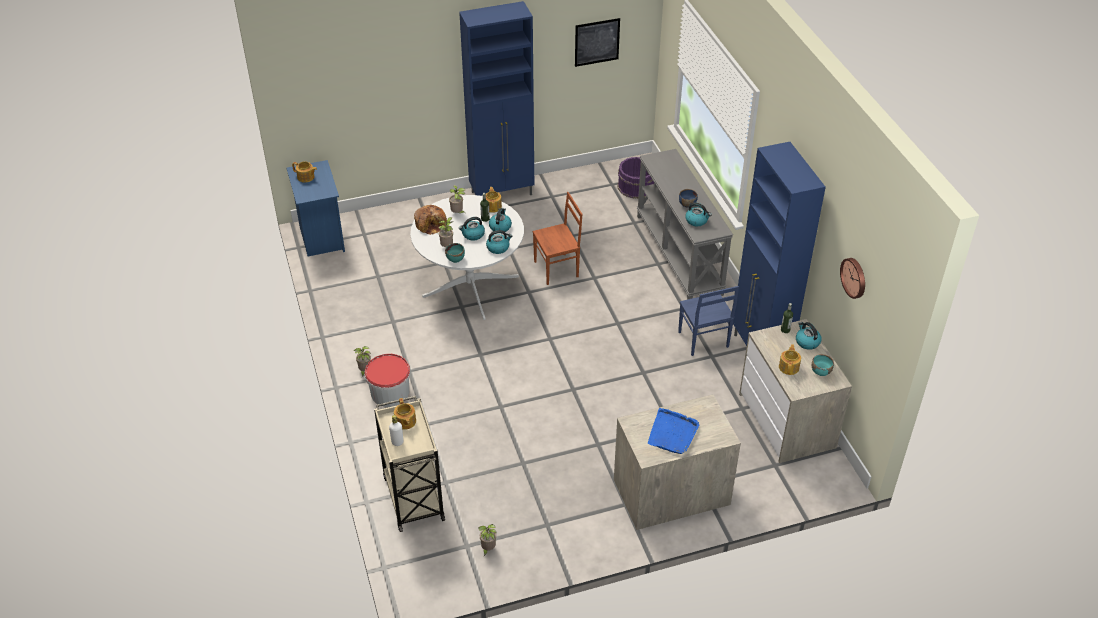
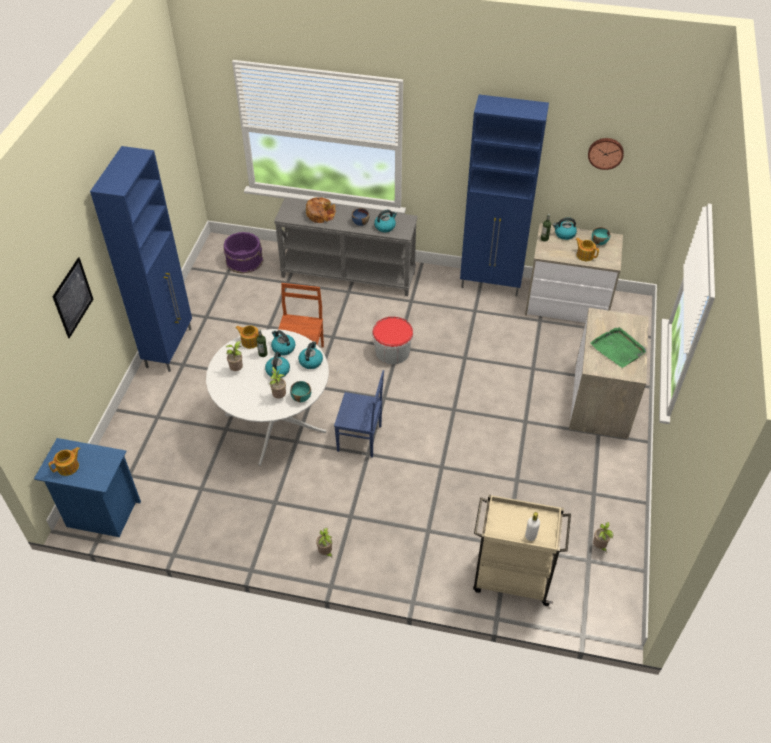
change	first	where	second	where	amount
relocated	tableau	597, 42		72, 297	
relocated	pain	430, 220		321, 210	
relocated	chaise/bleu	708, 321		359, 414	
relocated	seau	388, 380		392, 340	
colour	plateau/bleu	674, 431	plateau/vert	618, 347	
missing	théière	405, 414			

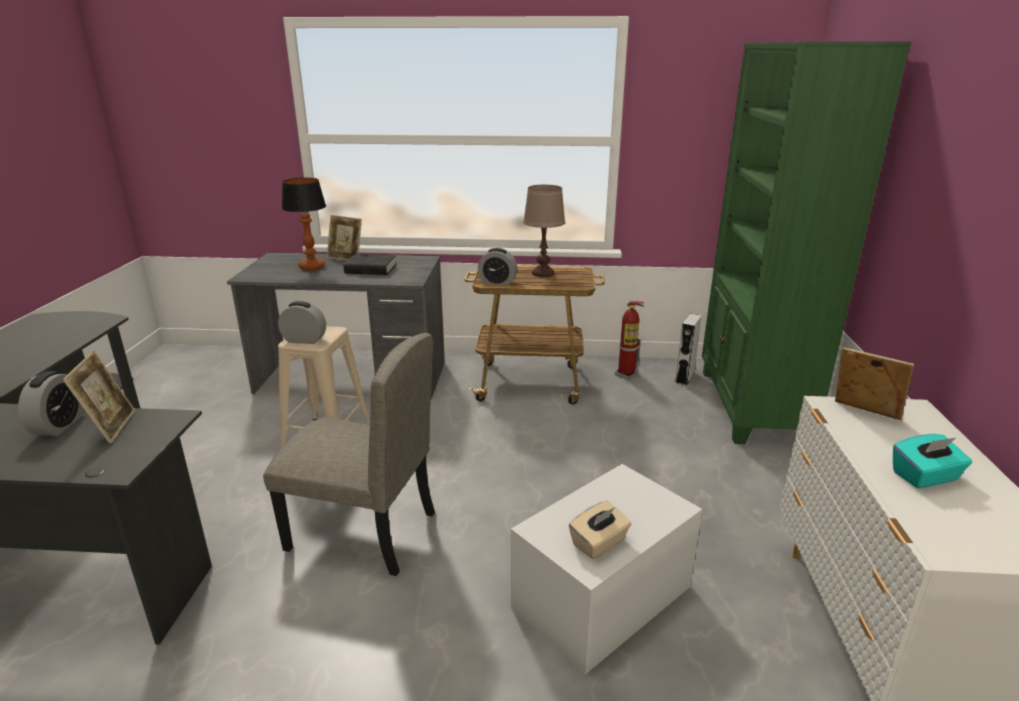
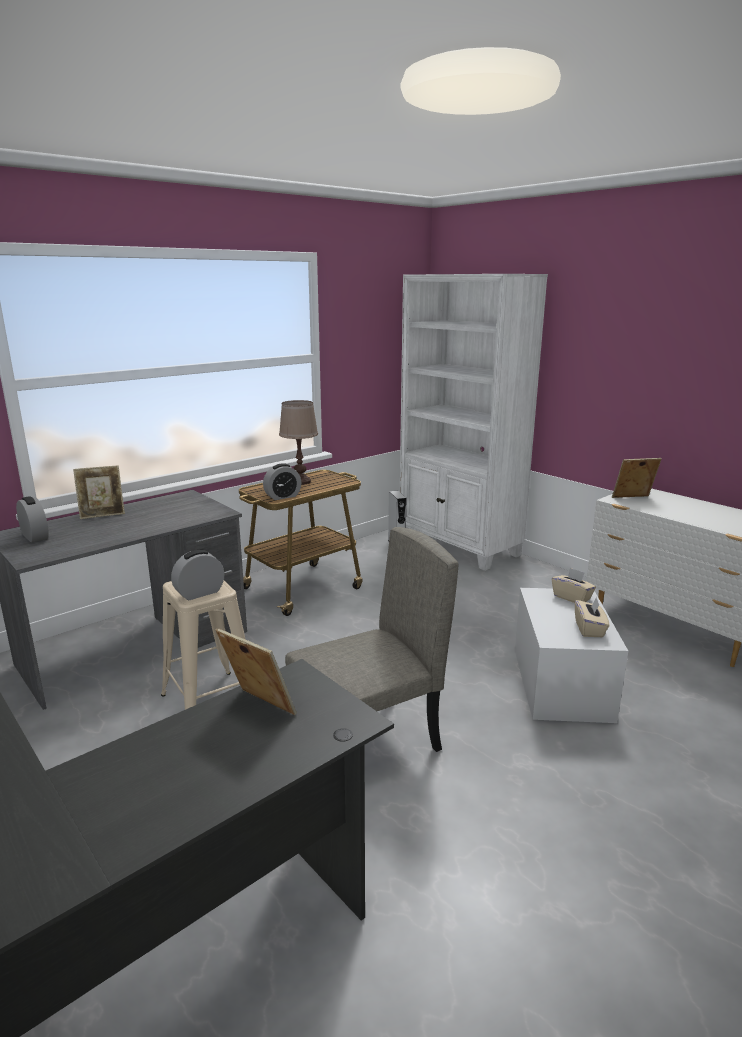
change	first	where	second	where	amount
relocated	réveil	51, 403		32, 519	
colour	bibliothèque/vert	806, 242	bibliothèque/blanc	474, 422	
appeared			boîte à mouchoirs/beige	574, 585	
missing	lampe de table	304, 224			
missing	livre/noir	369, 264			
missing	extincteur	629, 340			
missing	boîte à mouchoirs/turquoise	932, 461			

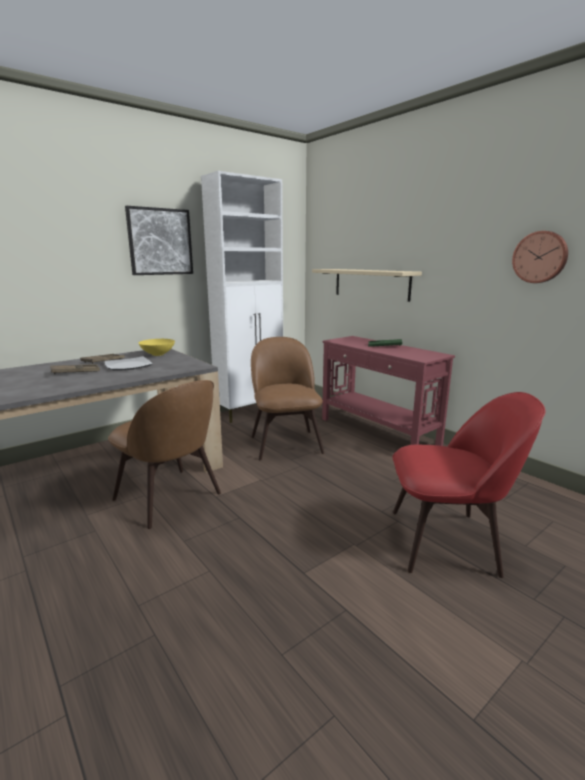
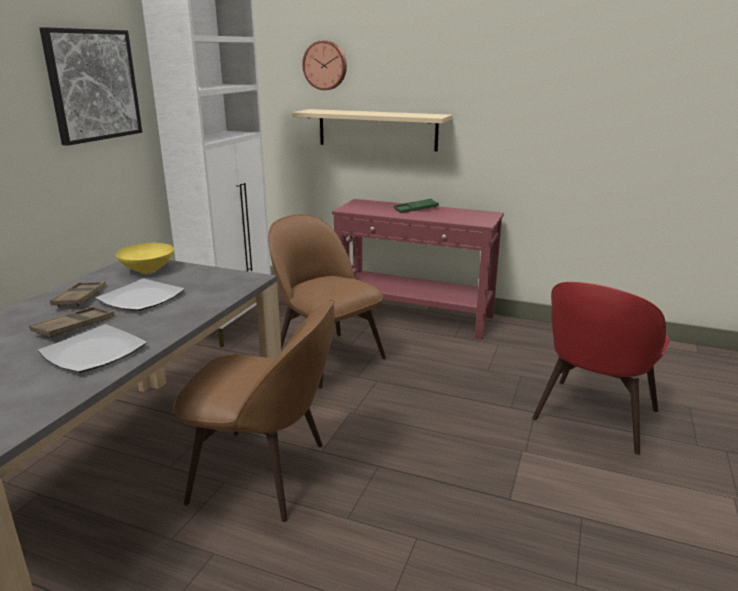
change	first	where	second	where	amount
appeared			assiette	92, 348	
relocated	horloge murale	540, 257		324, 65	
spun	chaise/rouge	469, 485		601, 368	150 degrees clockwise

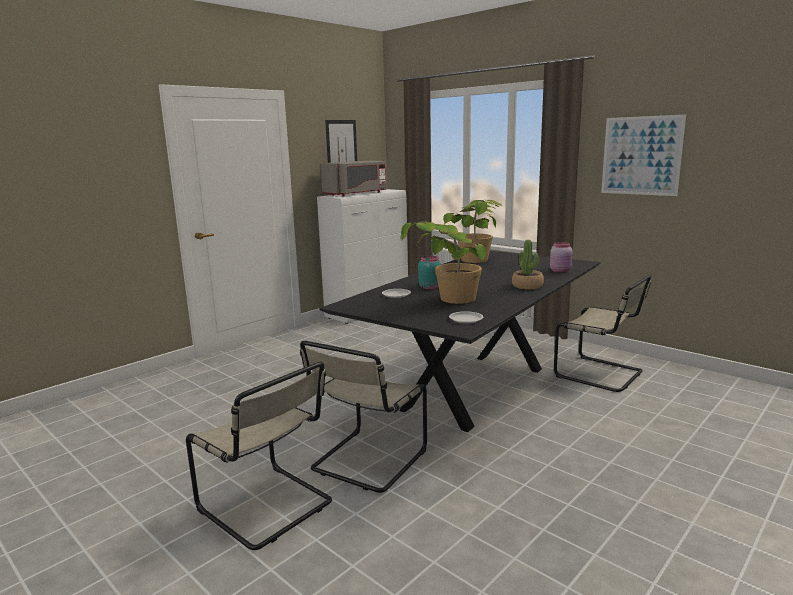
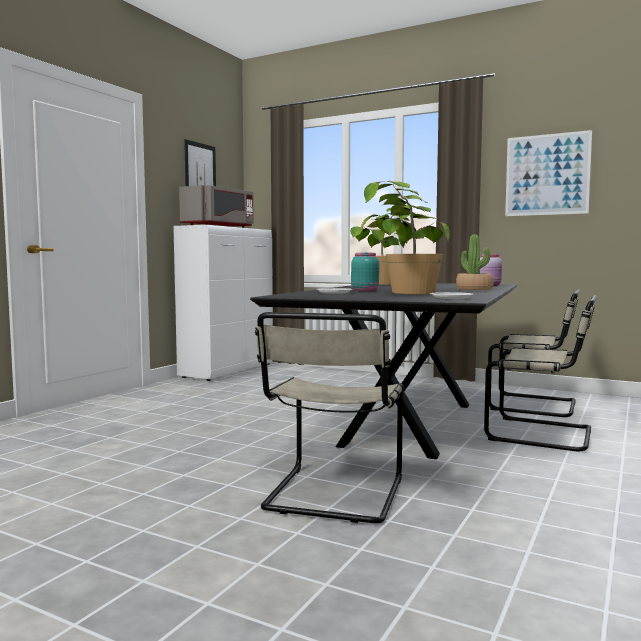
change	first	where	second	where	amount
relocated	chaise/beige	259, 456		540, 373	

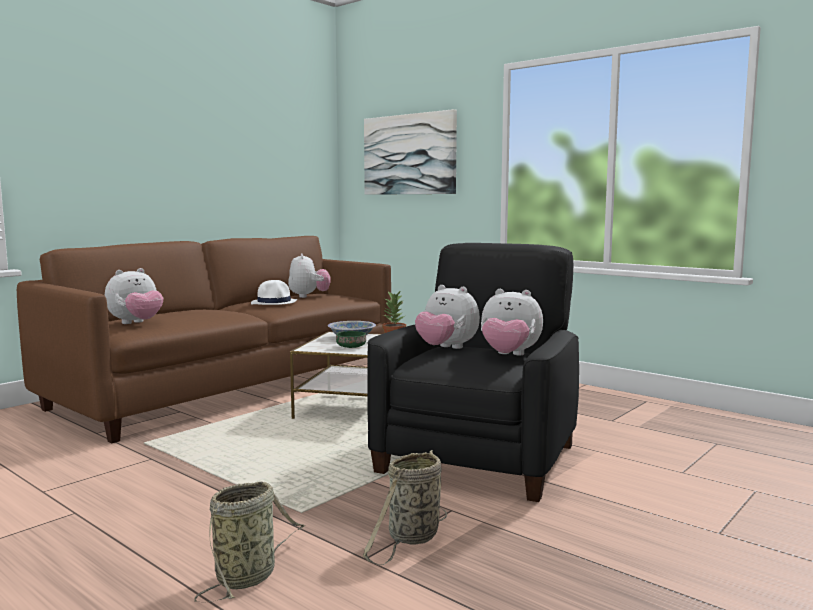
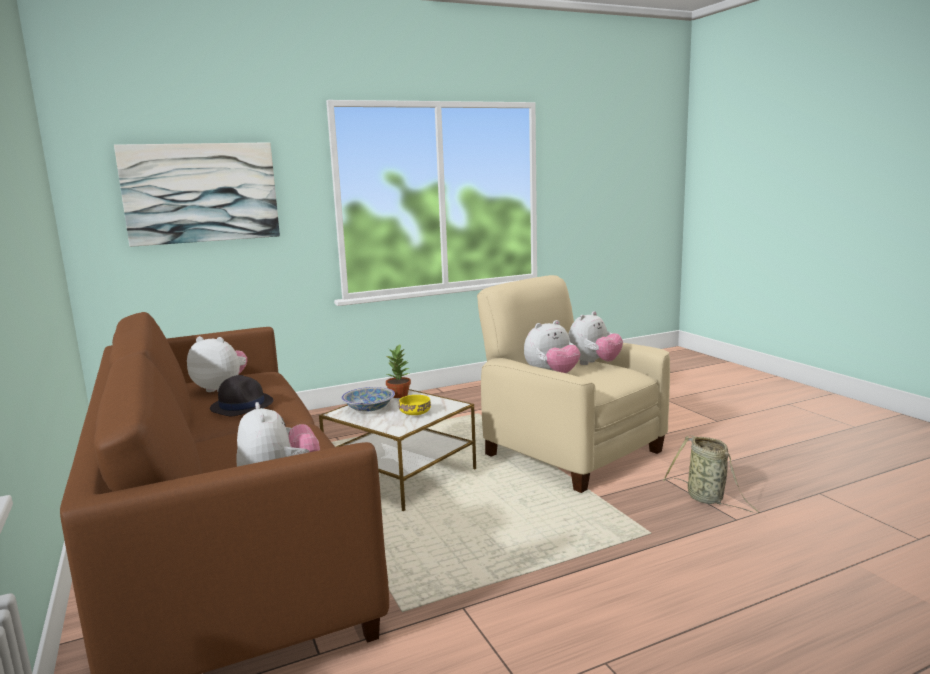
change	first	where	second	where	amount
colour	chapeau/blanc	274, 292	chapeau/noir	241, 395	
colour	bol/vert	351, 339	bol/jaune	415, 405	
colour	fauteuil/noir	473, 372	fauteuil/beige	573, 384	
missing	panier	249, 542			

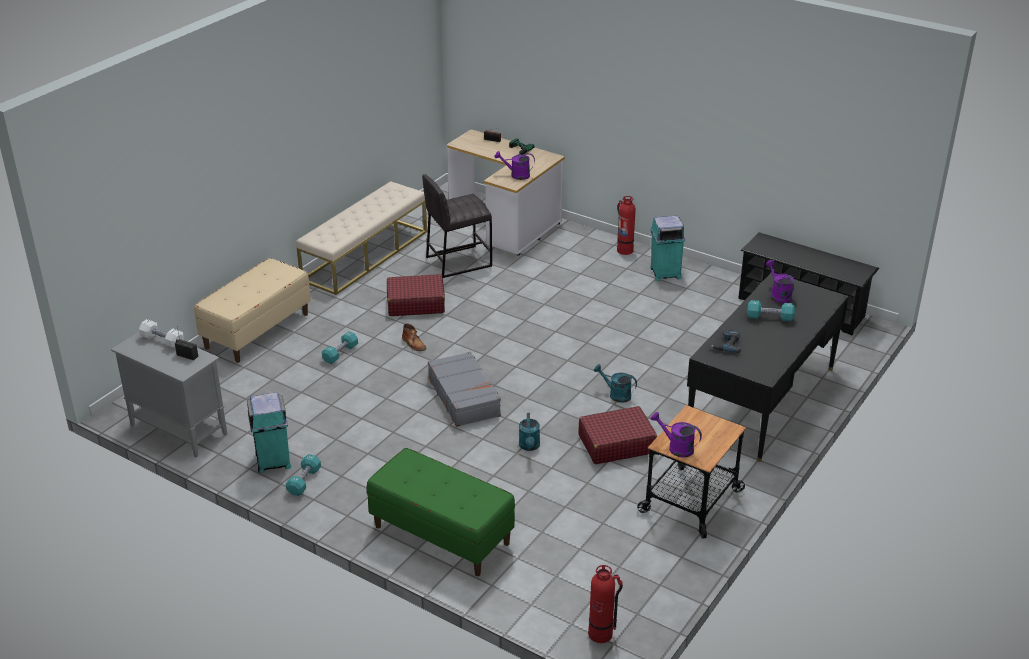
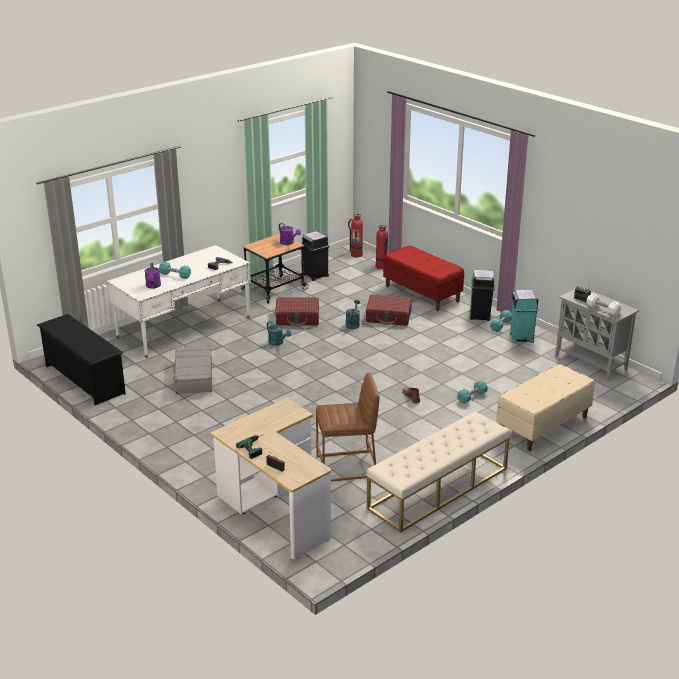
change	first	where	second	where	amount
colour	bureau/noir	768, 367	bureau/blanc	179, 301	
relocated	valise/gris	464, 389		192, 369	
appeared			poubelle/noir	316, 256	
colour	tabouret/gris	457, 226	tabouret/marron	348, 427	
relocated	valise/rouge	416, 295		389, 310	
relocated	extincteur	626, 225		382, 247	
colour	banc/vert	441, 512	banc/rouge	423, 278	
relocated	poubelle/turquoise	667, 248		482, 295	
missing	arrosoir/violet	515, 165			

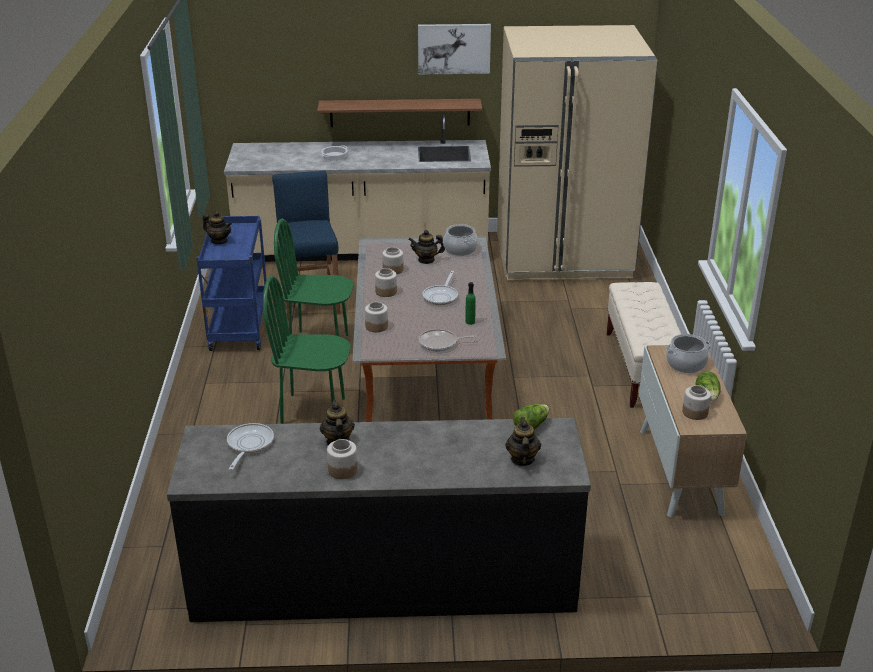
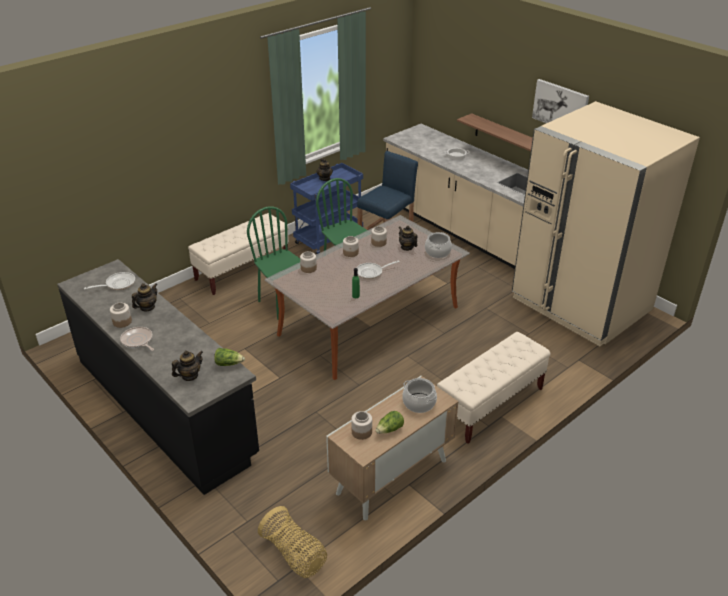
change	first	where	second	where	amount
relocated	poêle	447, 340		137, 339	
appeared			banc/beige	238, 254	
appeared			panier	292, 542	

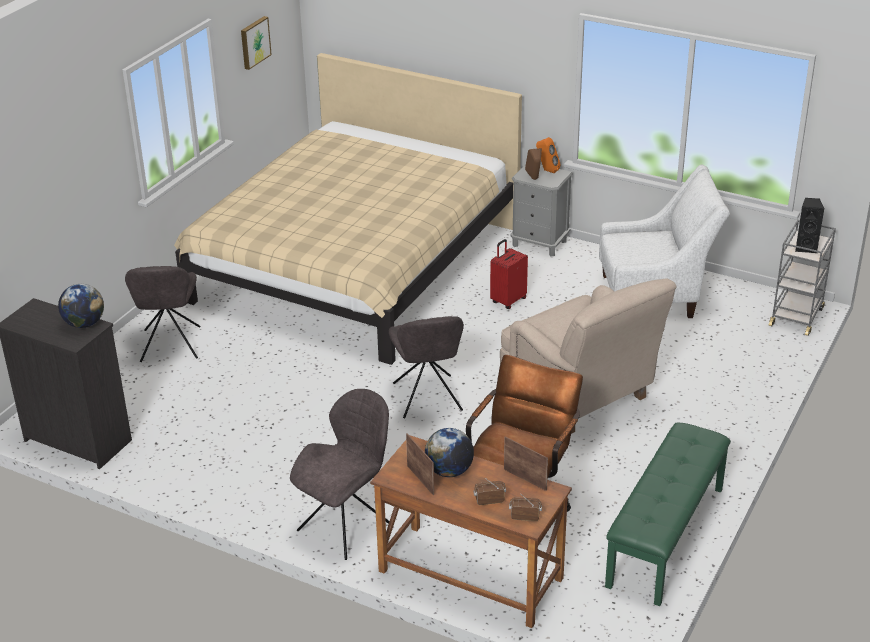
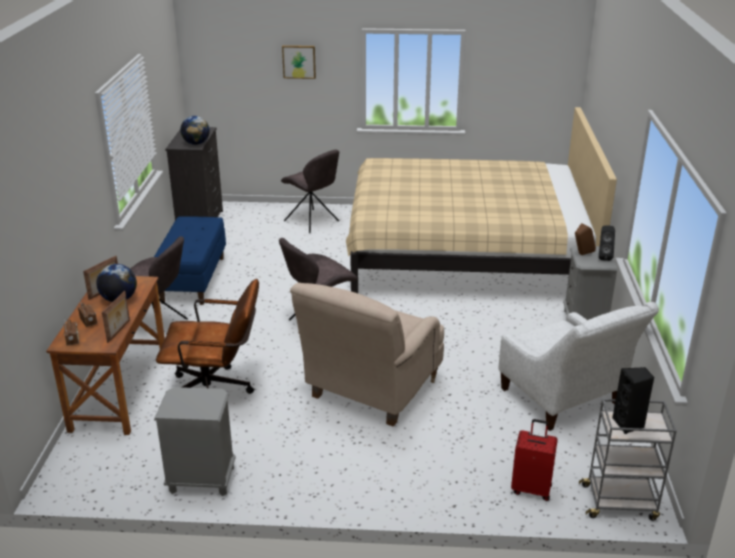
change	first	where	second	where	amount
appeared			banc/bleu	190, 260	
exchanged	banc/vert	668, 514	table de chevet/gris	195, 441	
spun	chaise/gris	163, 314		310, 191	105 degrees counterclockwise
relocated	tableau	256, 43		299, 62	
relocated	valise/rouge	509, 274		534, 460	
colour	enceinte/orange	548, 155	enceinte/noir	607, 243	

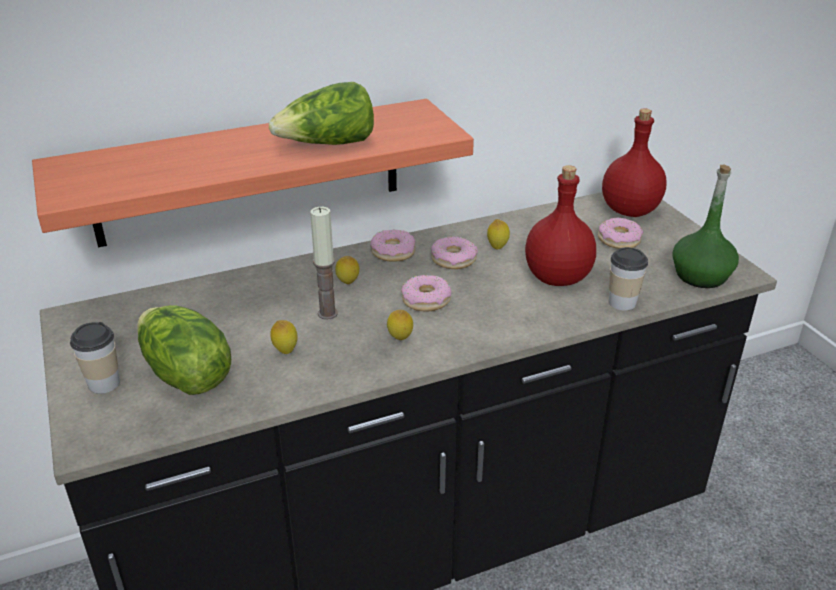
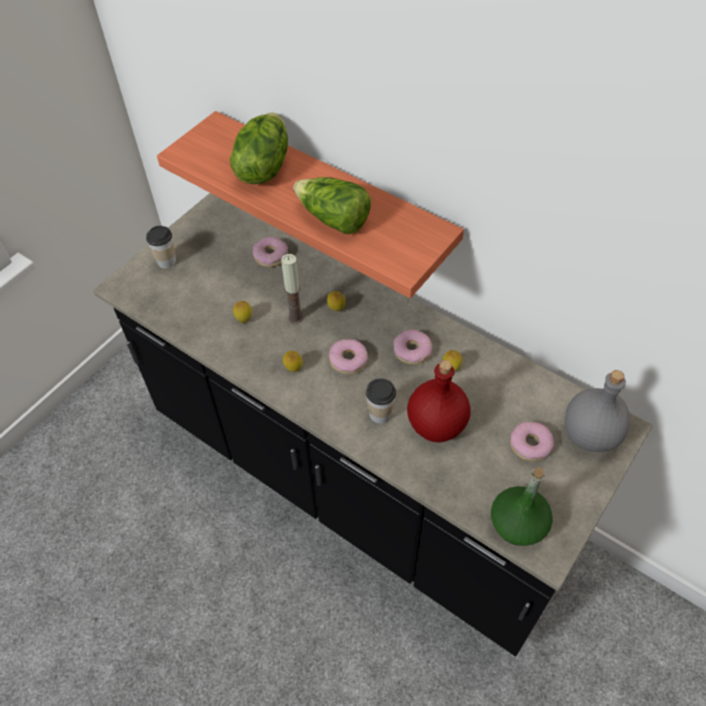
change	first	where	second	where	amount
relocated	laitue	184, 350		259, 148	
relocated	beignet	393, 246		270, 251	
relocated	tasse	628, 279		381, 401	
colour	bouteille/rouge	634, 163	bouteille/gris	597, 411	

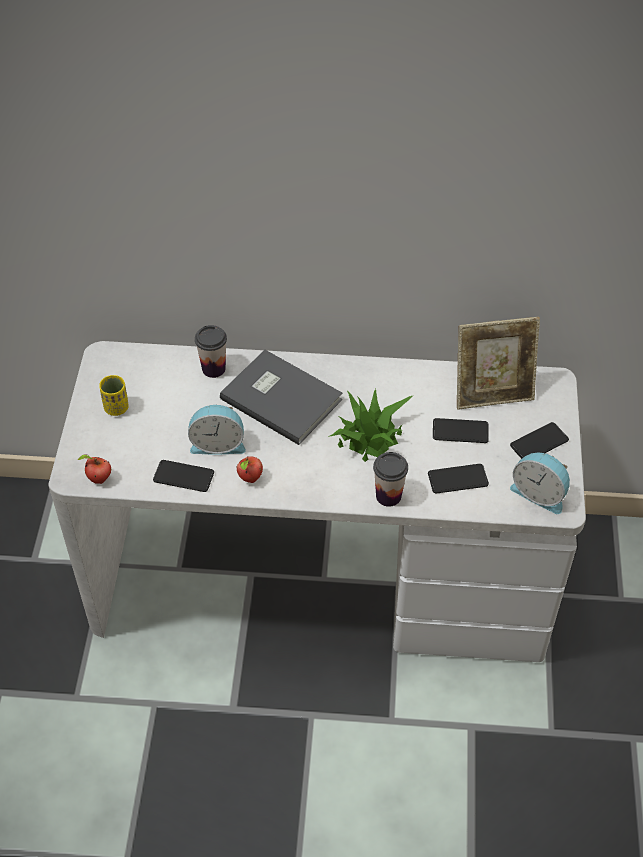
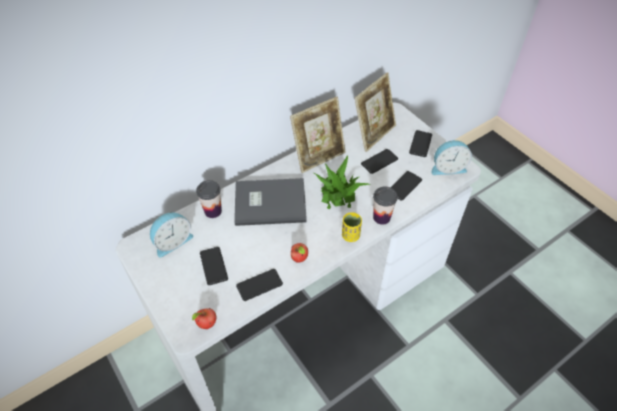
change	first	where	second	where	amount
relocated	réveil	217, 429		171, 235	
appeared			téléphone	214, 266	
appeared			cadre photo	318, 135	
relocated	tasse/jaune	114, 395		352, 227	

